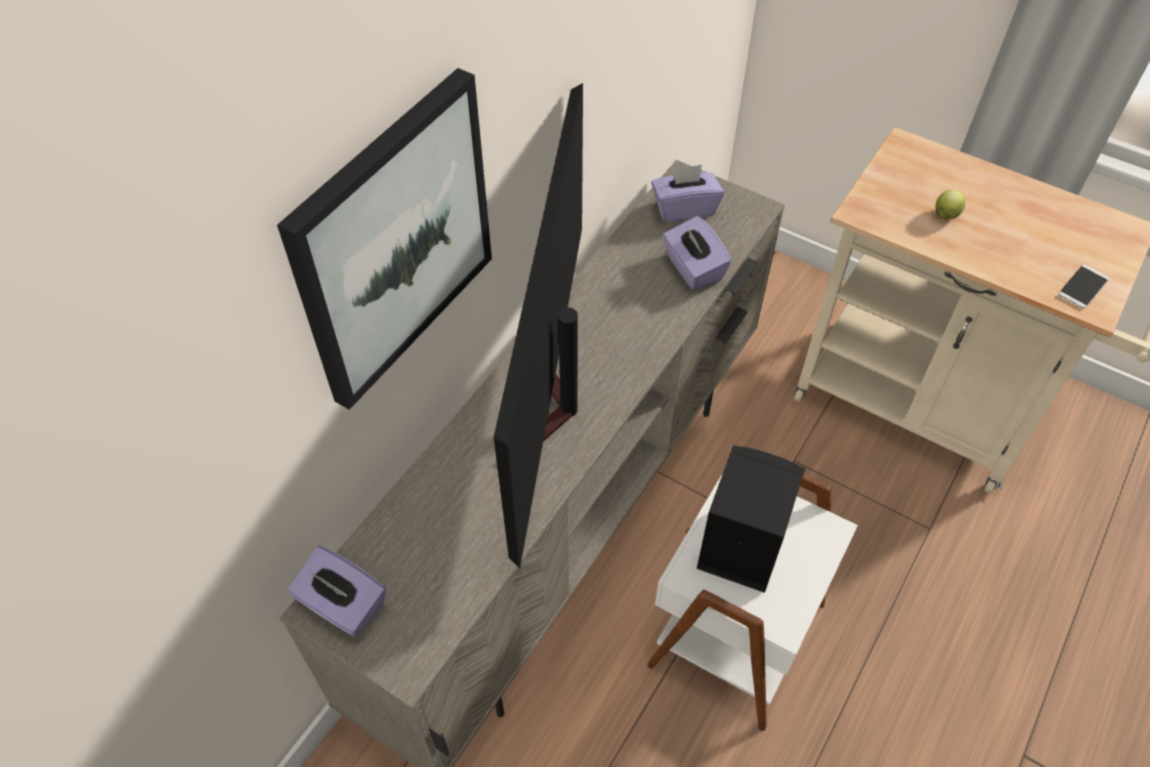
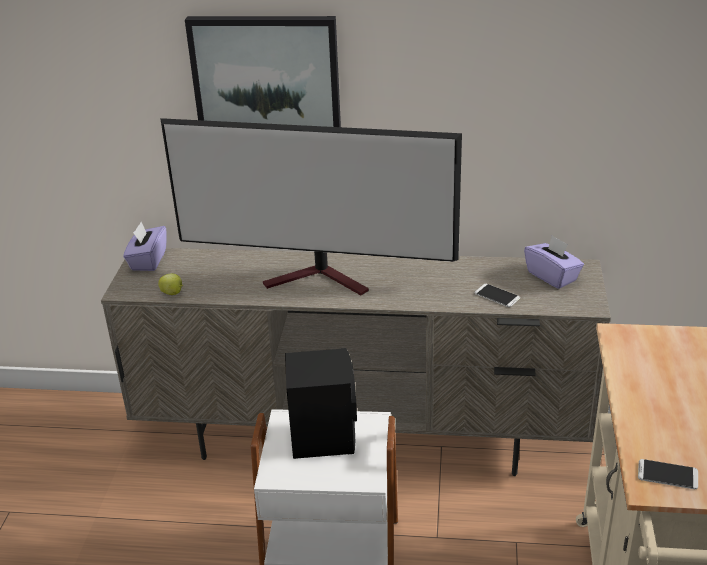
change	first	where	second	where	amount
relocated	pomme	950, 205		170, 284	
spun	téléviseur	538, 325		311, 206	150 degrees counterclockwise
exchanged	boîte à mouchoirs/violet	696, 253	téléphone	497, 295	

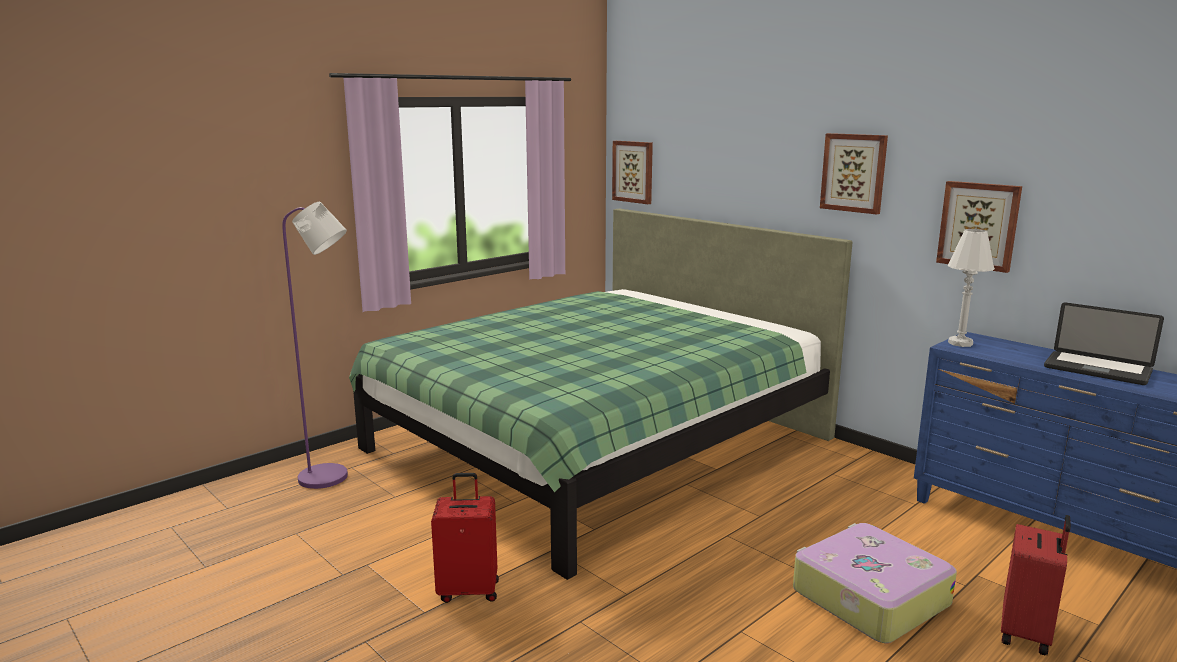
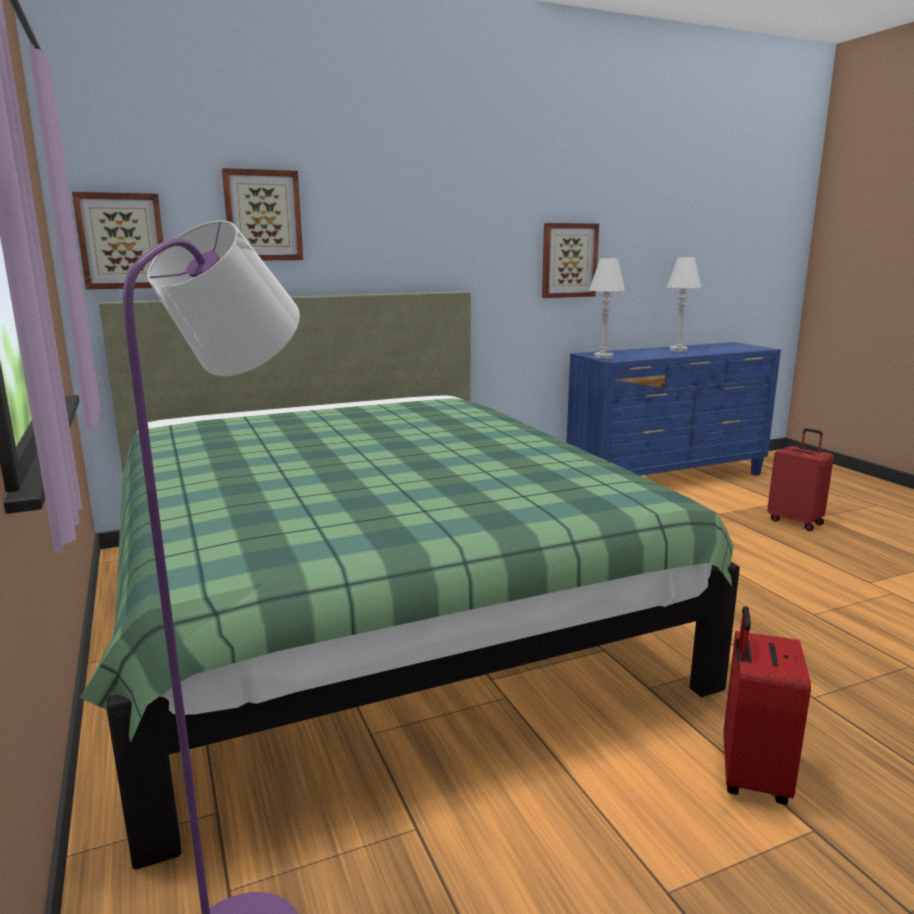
change	first	where	second	where	amount
relocated	tableau	854, 174		262, 214	
exchanged	ordinateur portable	1104, 343	lampe de table/blanc	684, 304	
missing	valise	875, 583			

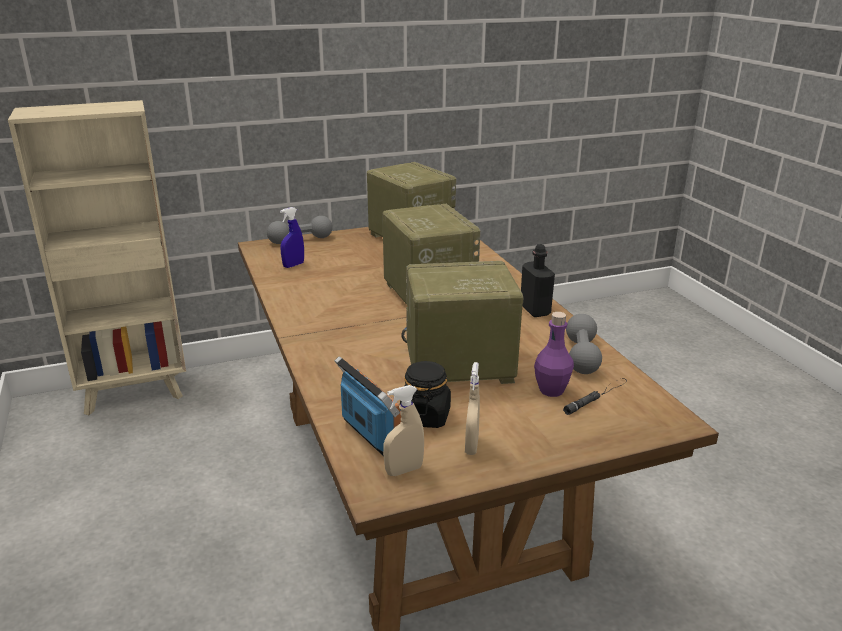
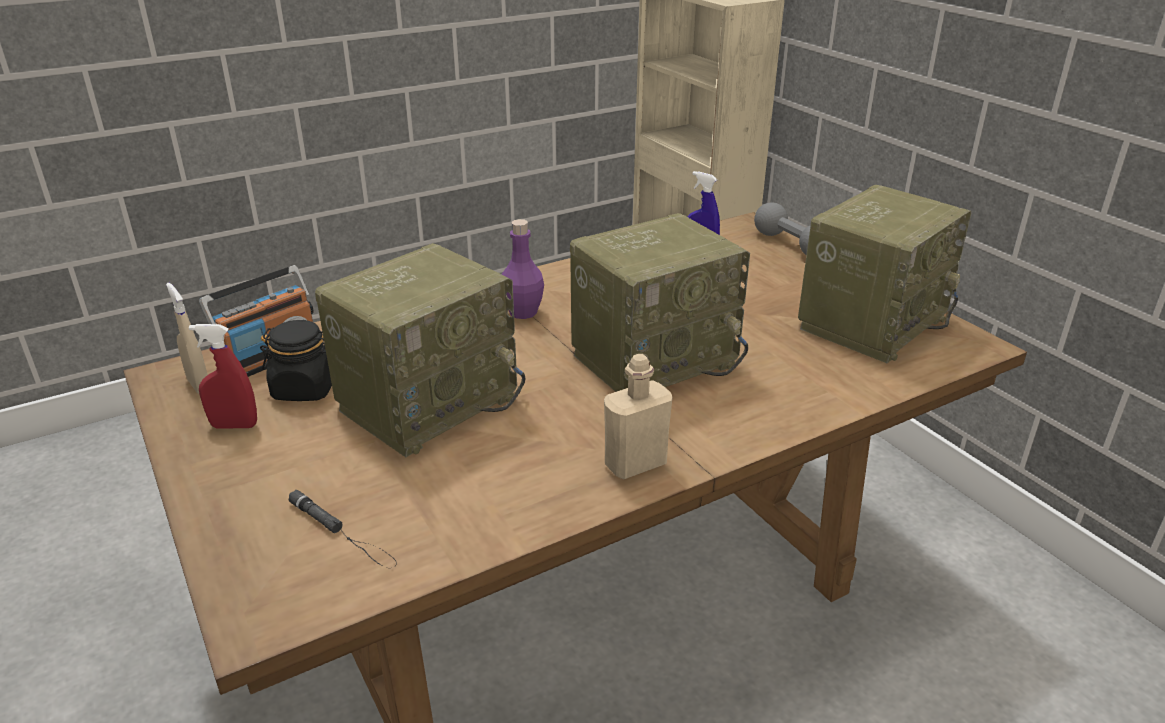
change	first	where	second	where	amount
colour	vaporisateur/beige	472, 408	vaporisateur/rouge	223, 376	
spun	radio	462, 322		420, 350	60 degrees clockwise
relocated	bouteille/violet	554, 354		523, 269	
colour	bouteille/noir	538, 280	bouteille/beige	638, 416	
missing	haltère/gris	584, 344			

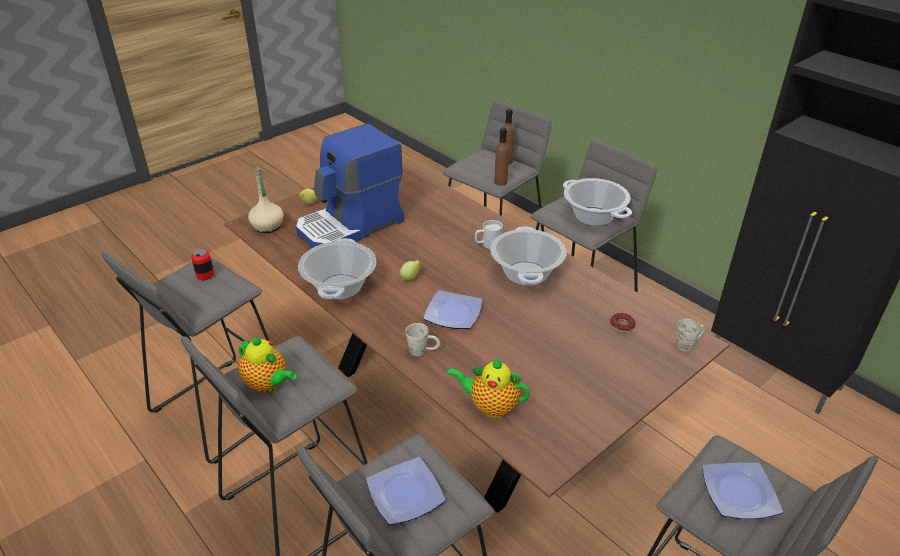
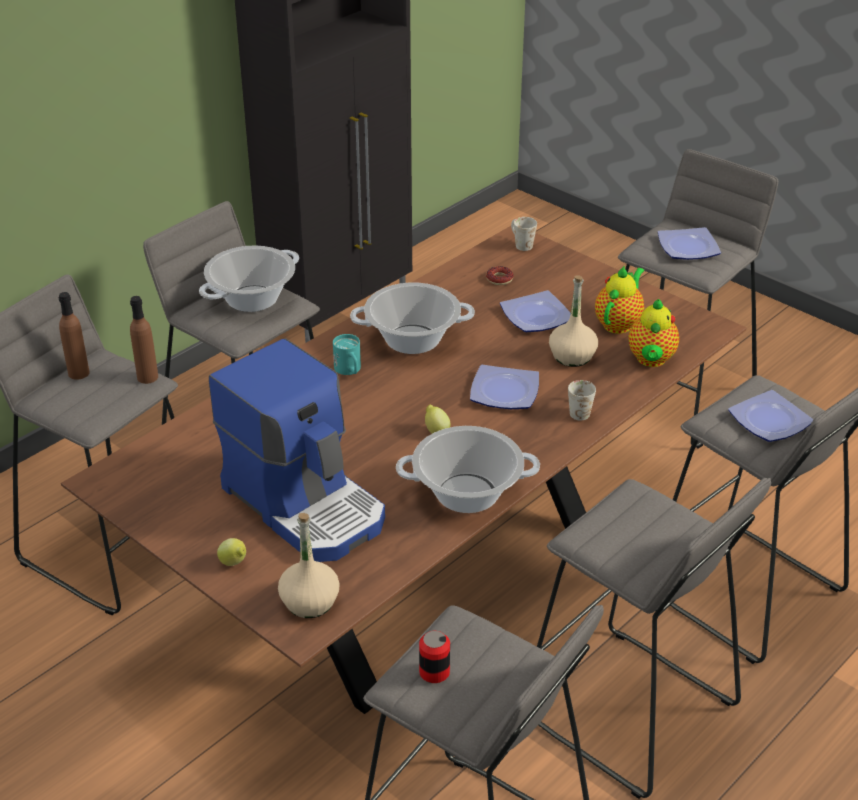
change	first	where	second	where	amount
colour	mug/blanc	489, 234	mug/turquoise	347, 354	
appeared			assiette	535, 311	
appeared			bouteille/beige	573, 321	
relocated	théière	268, 364		620, 300	

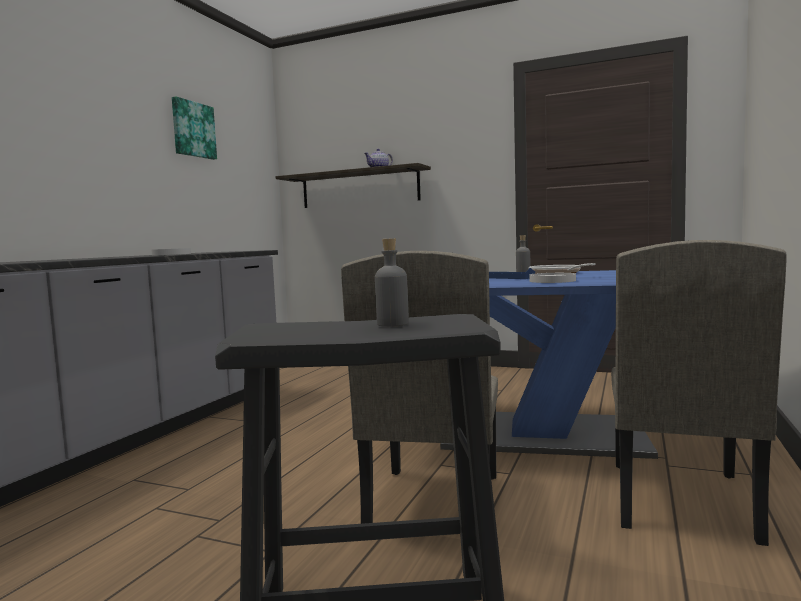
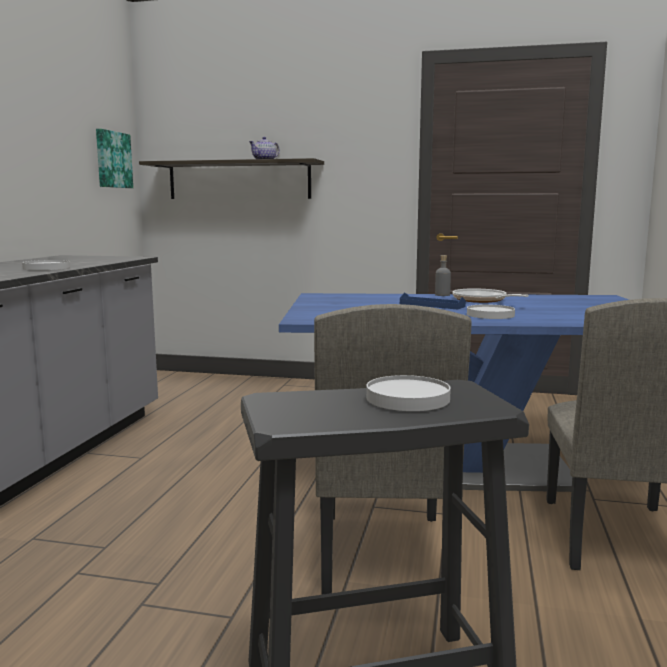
change	first	where	second	where	amount
relocated	tableau	194, 128		114, 158	
exchanged	bouteille/gris	392, 282	assiette/blanc	408, 393	

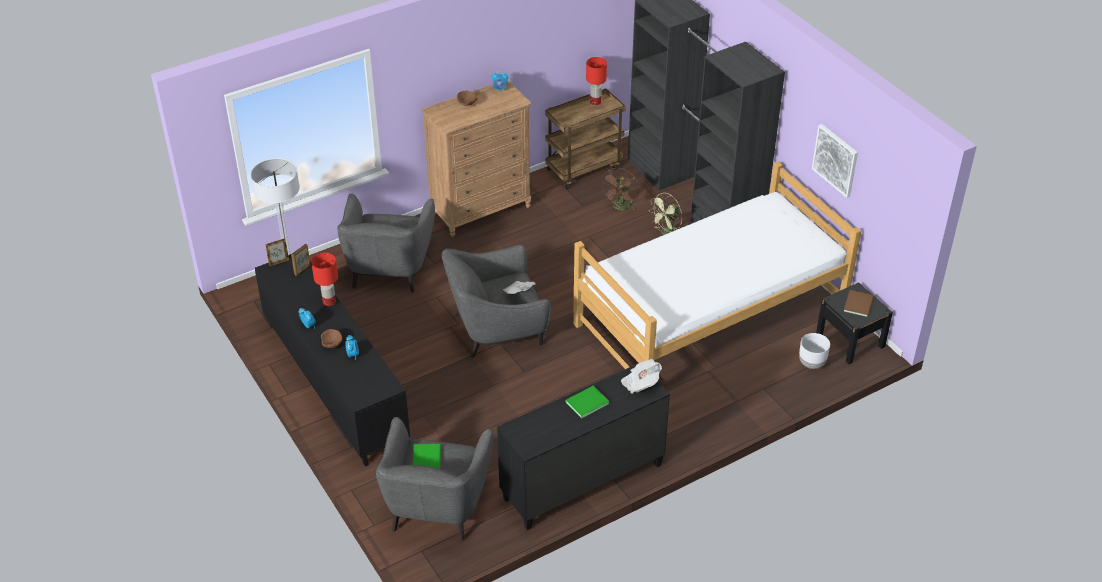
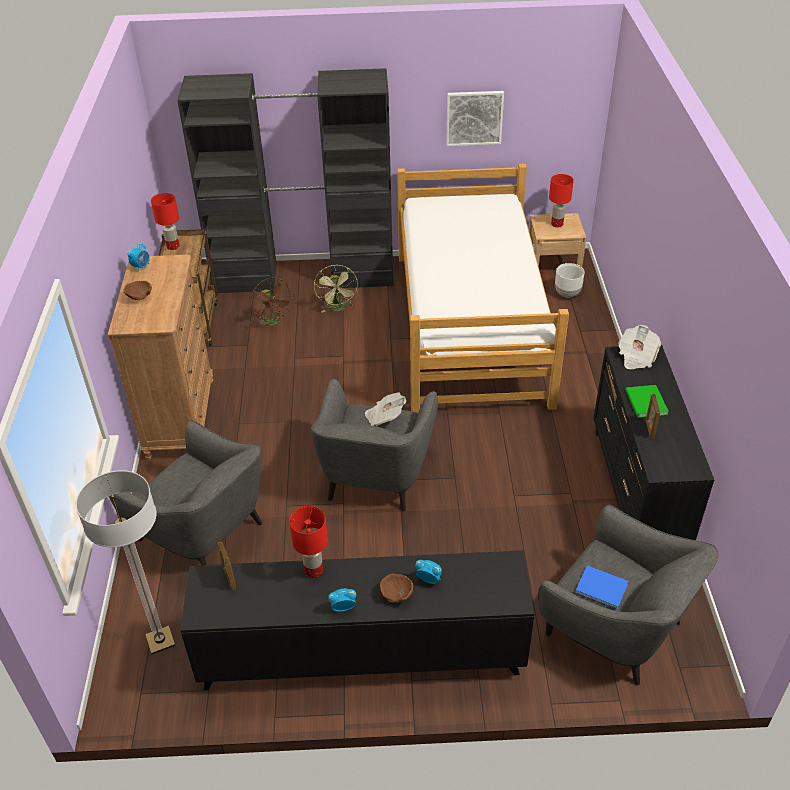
change	first	where	second	where	amount
colour	table de chevet/noir	854, 323	table de chevet/beige	557, 240	
exchanged	livre/marron	859, 303	lampe de table/rouge	561, 200	
colour	livre/vert	427, 456	livre/bleu	602, 587	
relocated	cadre photo	277, 252		653, 416	

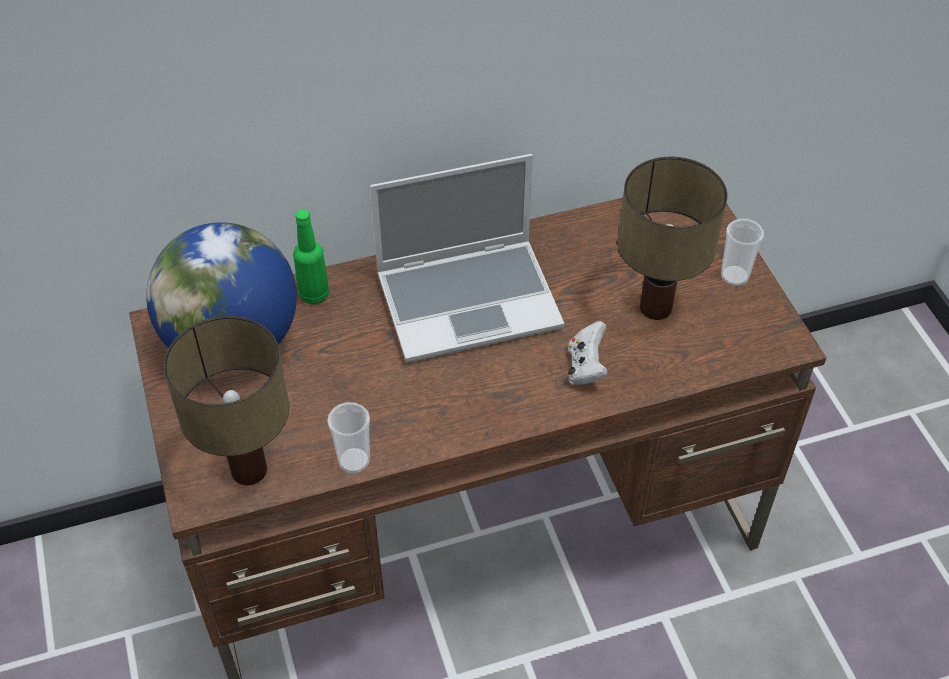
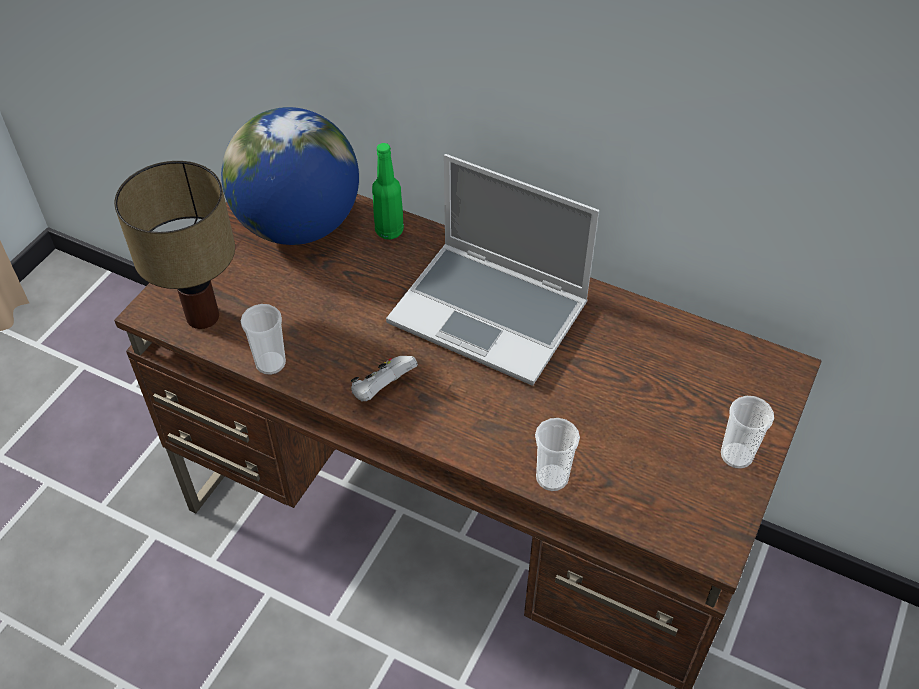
change	first	where	second	where	amount
relocated	manette/blanc	588, 353		384, 378	
appeared			tasse	557, 454	
missing	lampe de table	672, 238			

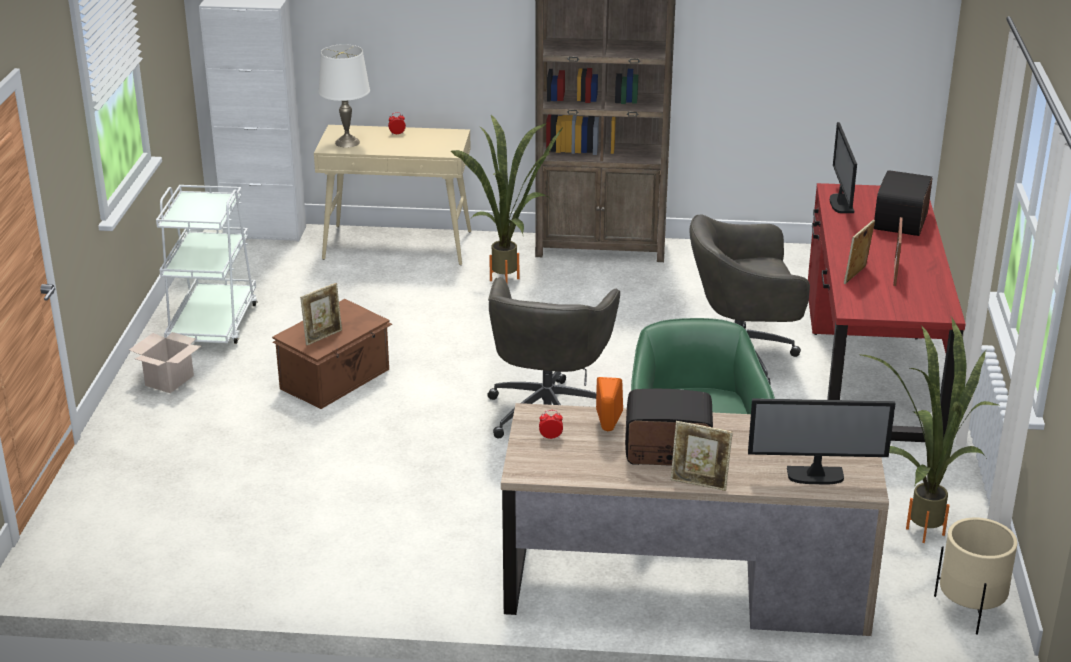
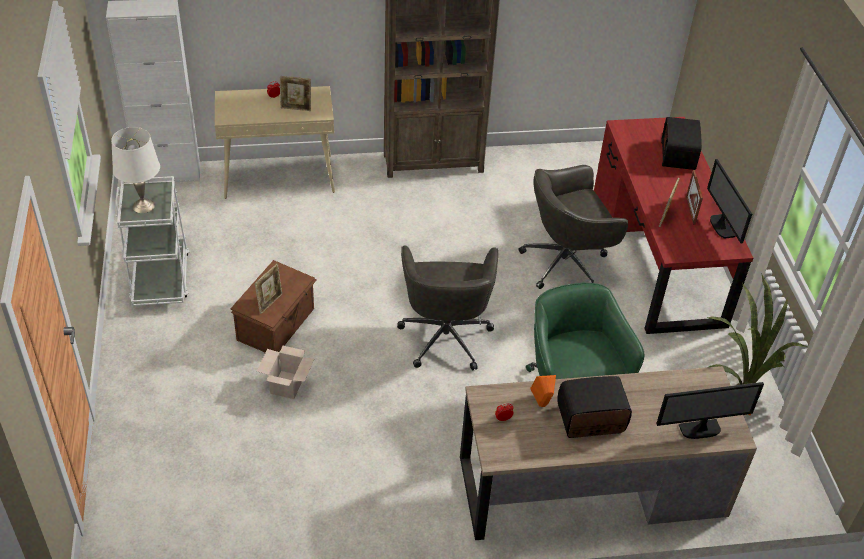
change	first	where	second	where	amount
relocated	lampe de table/blanc	344, 96		135, 170	
relocated	carton	165, 362		285, 372	
relocated	cadre photo	702, 456		295, 93	
relocated	écran d'ordinateur	843, 167		729, 201	
missing	plante en pot	507, 200			
missing	cache-pot/beige	976, 576			

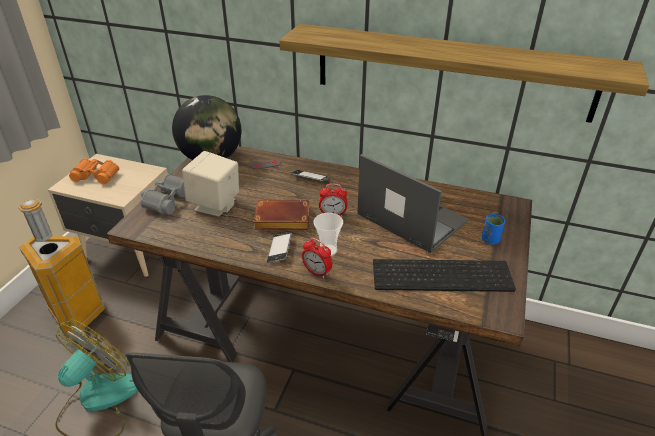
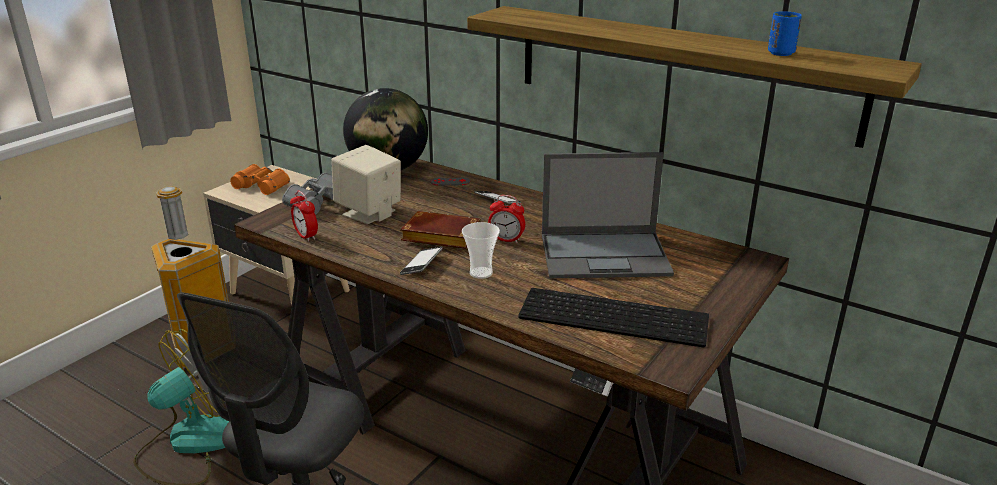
change	first	where	second	where	amount
relocated	réveil	317, 258		304, 216	
spun	ordinateur portable	413, 203		608, 215	120 degrees clockwise
relocated	tasse/bleu	493, 229		785, 33	

